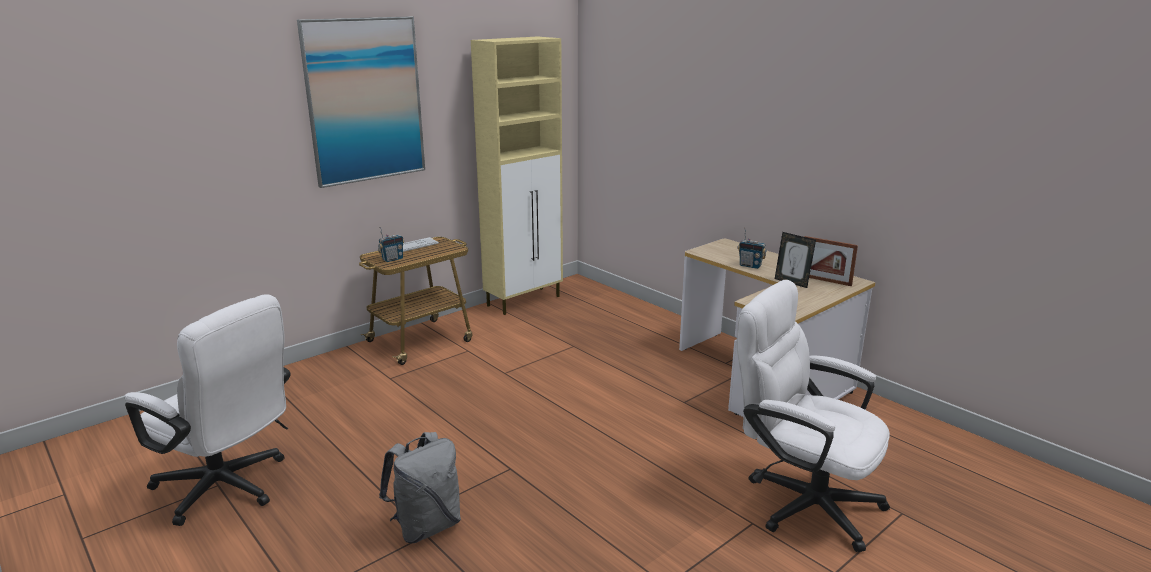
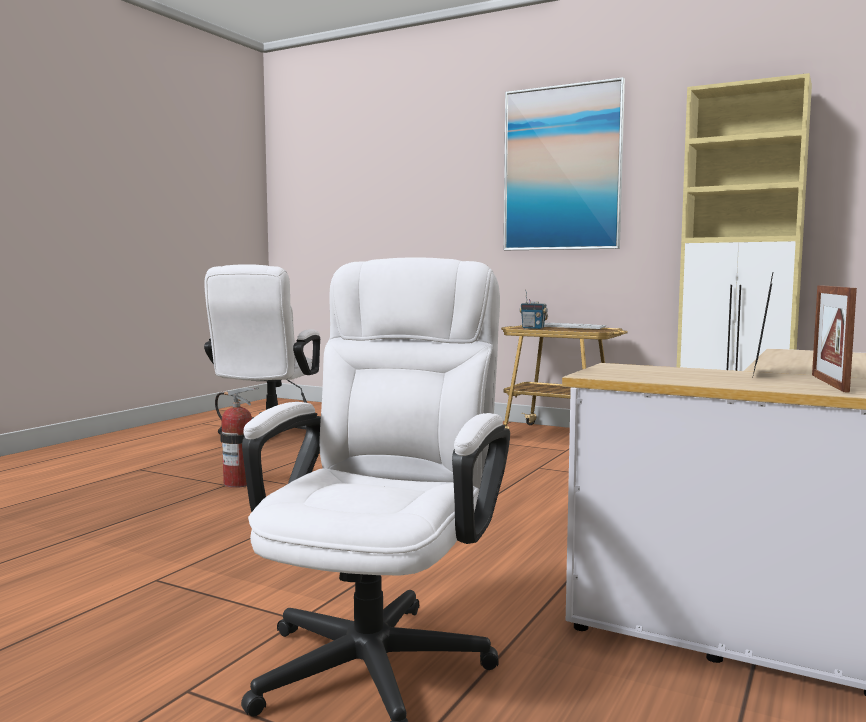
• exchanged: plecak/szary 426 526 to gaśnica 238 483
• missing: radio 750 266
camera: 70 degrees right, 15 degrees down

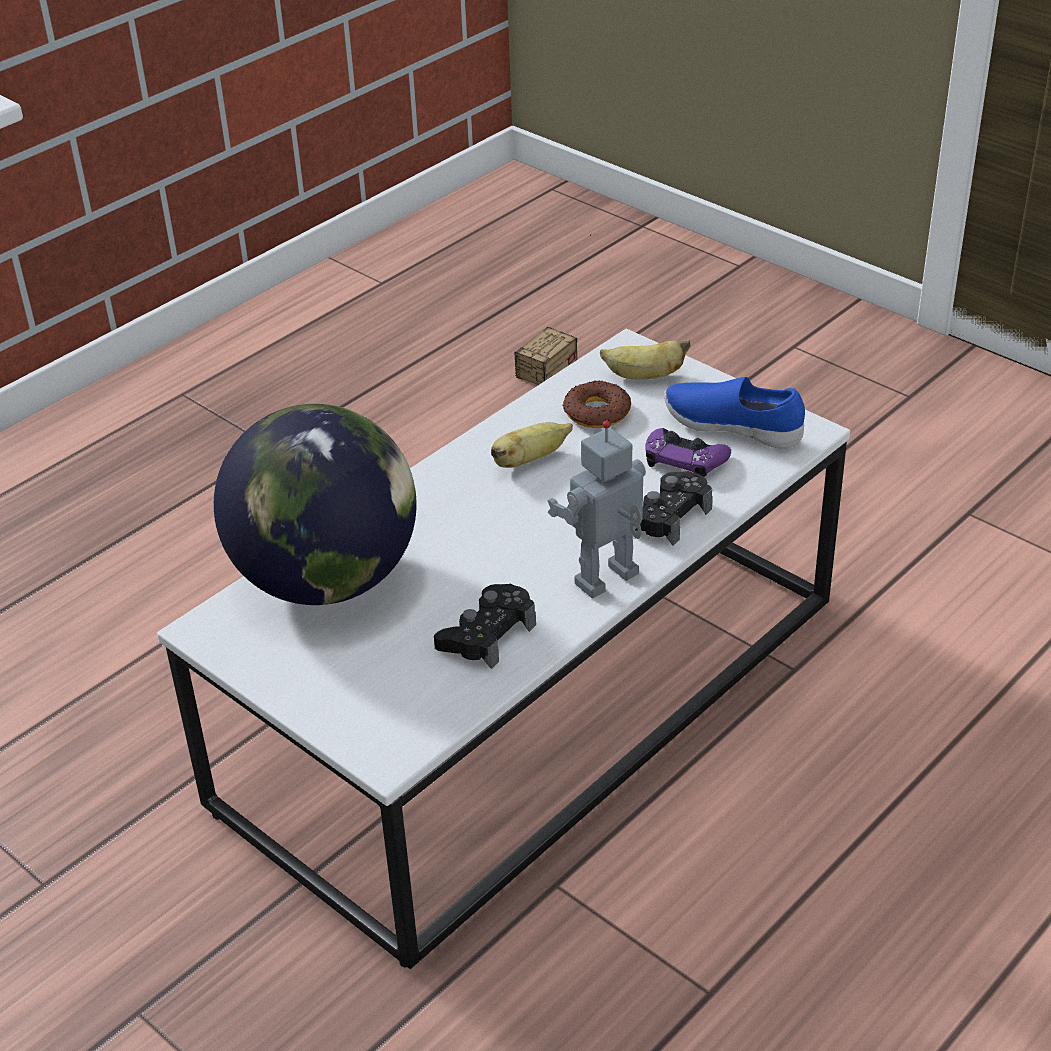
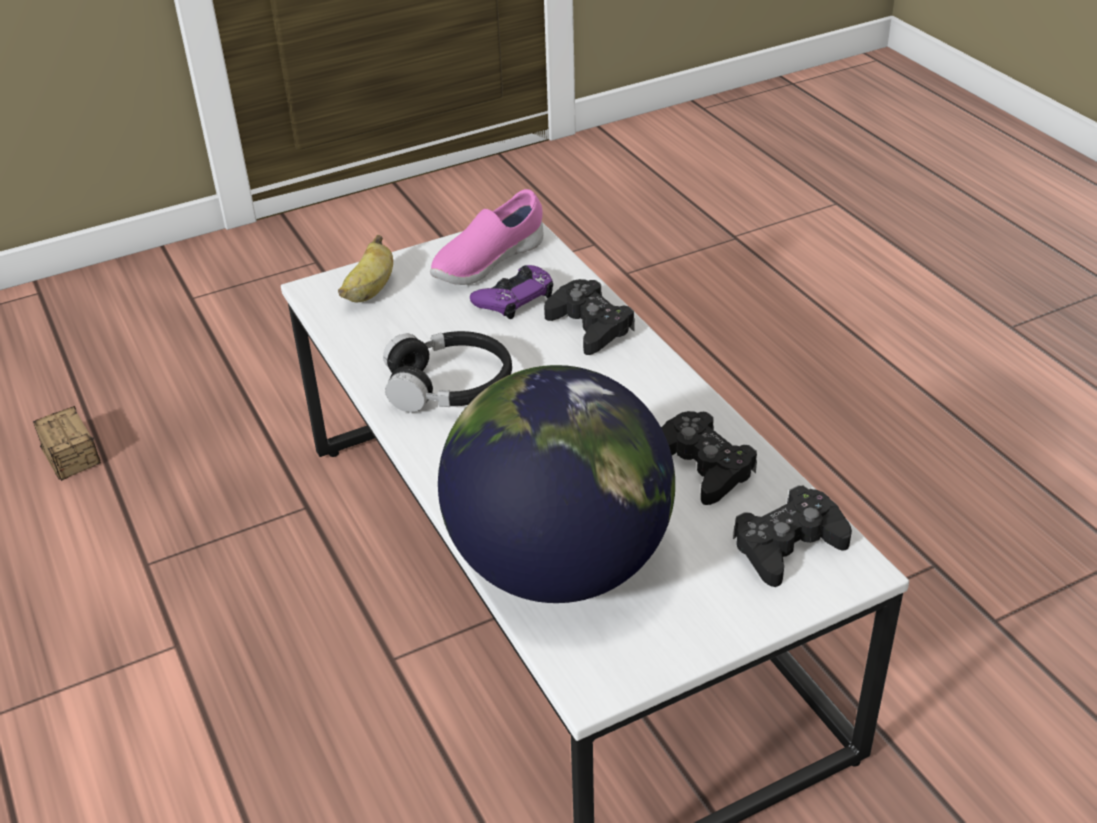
• exchanged: banan 529 460 to słuchawki/czarny 450 386
• colour: but/niebieski 733 428 to but/różowy 487 263
• appeared: pad do gier/czarny 788 545
• missing: robot zabawkowy 609 581
• missing: donut 596 412
camera: 70 degrees left, 0 degrees up

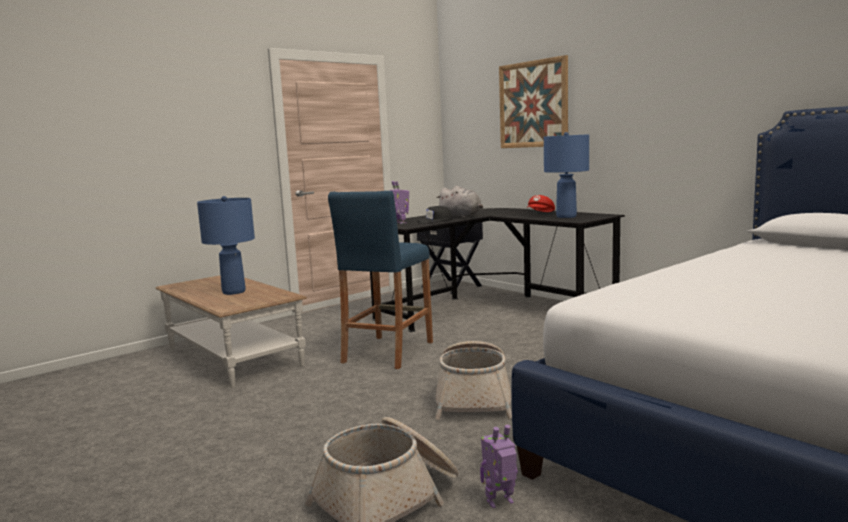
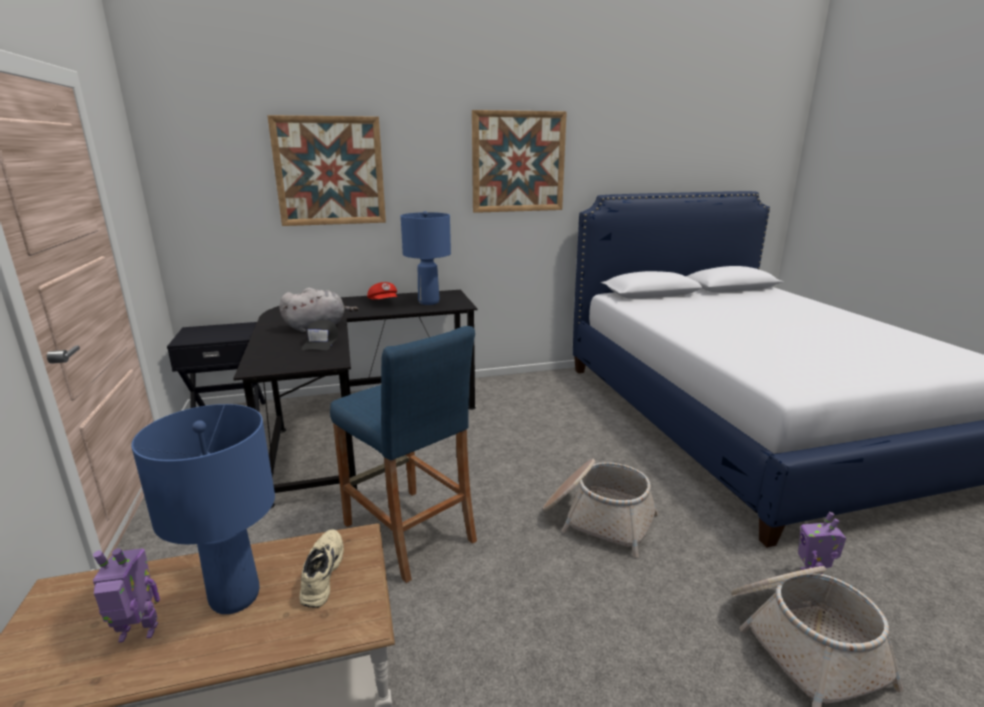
• relocated: robot zabawkowy 399 223 to 138 634
• appeared: but/beżowy 320 573
• appeared: obraz 518 162
camera: 65 degrees left, 10 degrees up

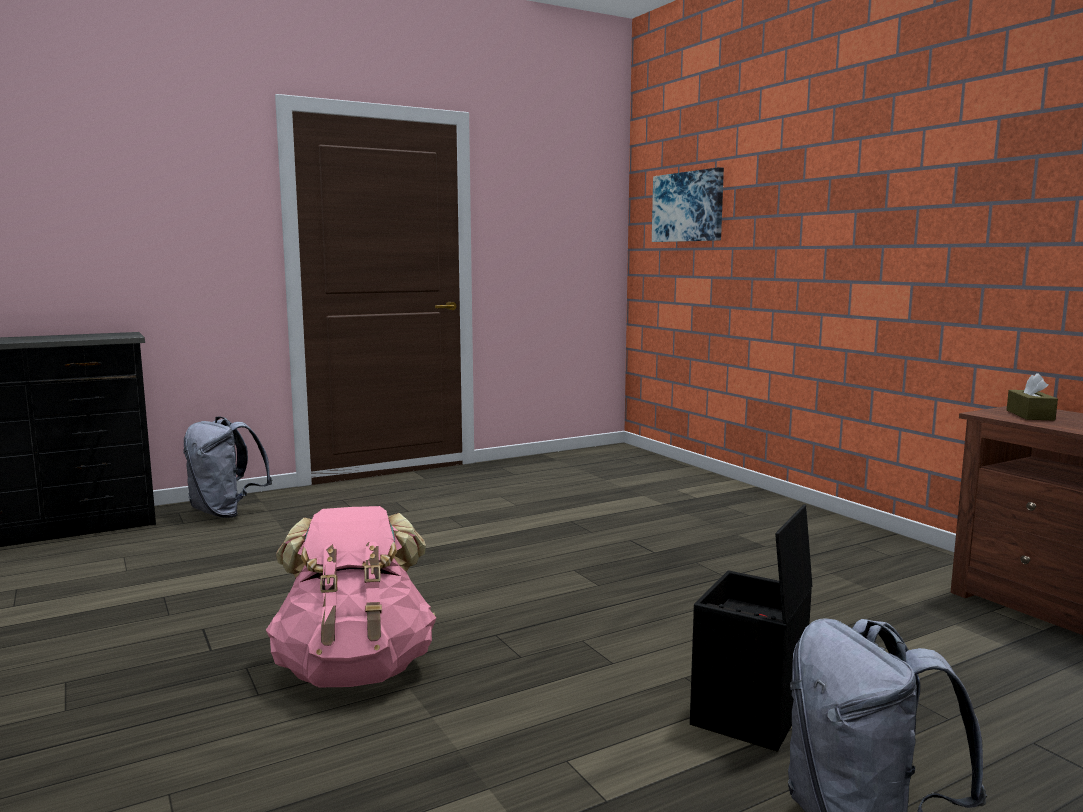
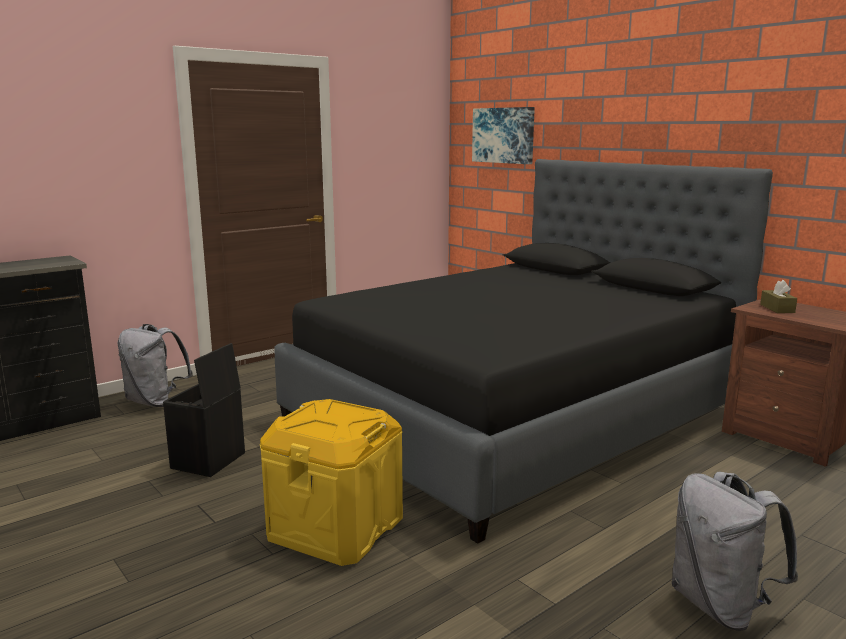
• relocated: pojemnik do przechowywania/czarny 749 715 to 208 461
• exchanged: plecak/różowy 355 670 to pojemnik do przechowywania/żółty 335 527
• appeared: łóżko/czarny 515 415
camera: 10 degrees left, 5 degrees up

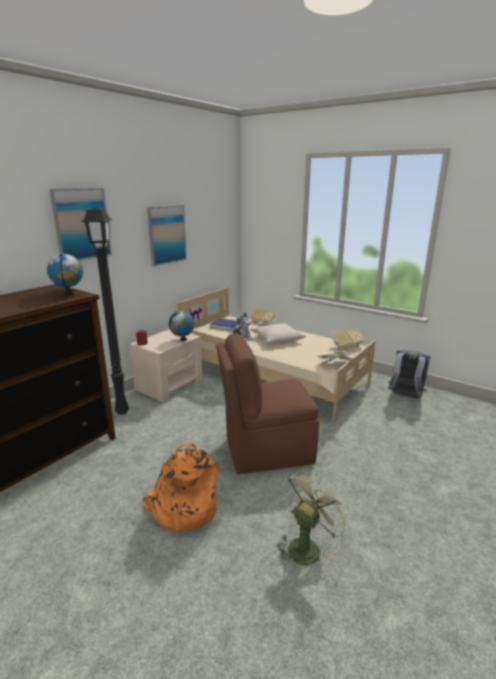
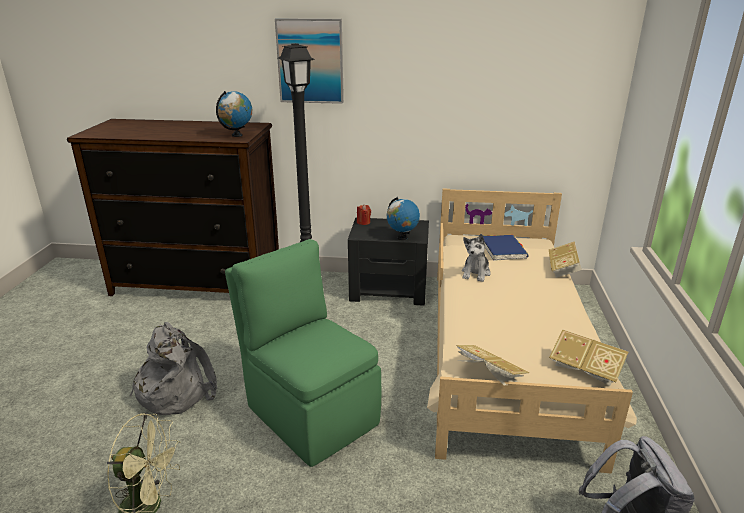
• colour: plecak/pomarańczowy 183 508 to plecak/szary 176 390
• colour: krzesło/brązowy 266 450 to krzesło/zielony 310 413
• colour: szafka nocna/beżowy 169 385 to szafka nocna/czarny 389 289
• missing: obraz 166 235
• missing: poduszka/beżowy 277 339
camera: 60 degrees right, 5 degrees up

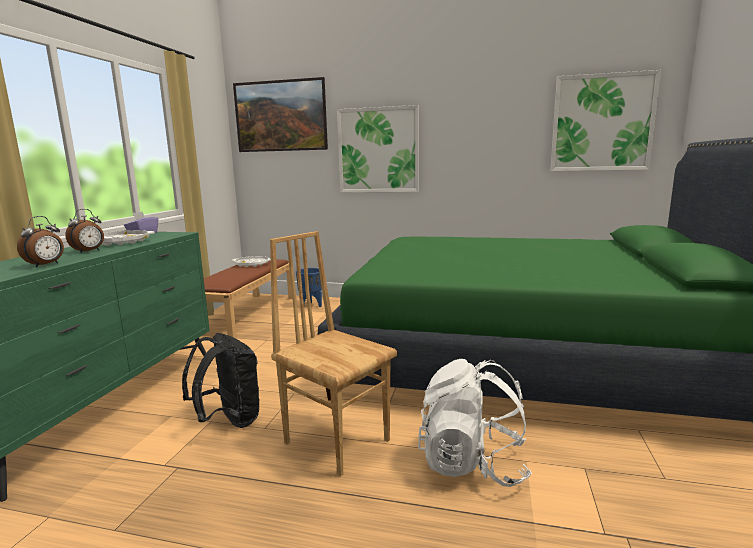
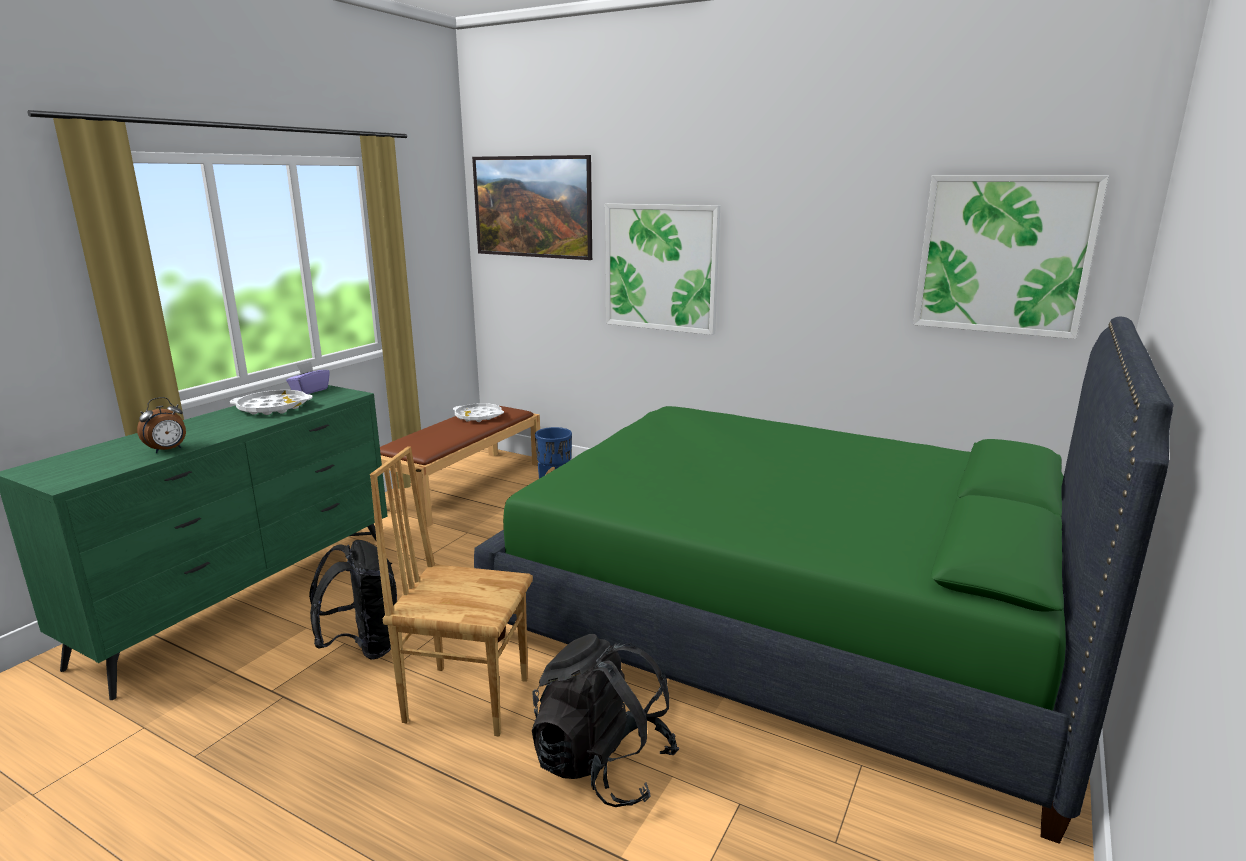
• spun: krzesło/brązowy 337 440 = 467 698 45 degrees counterclockwise
• colour: plecak/biały 472 464 to plecak/czarny 602 765
• missing: budzik 89 251
camera: 15 degrees right, 5 degrees up

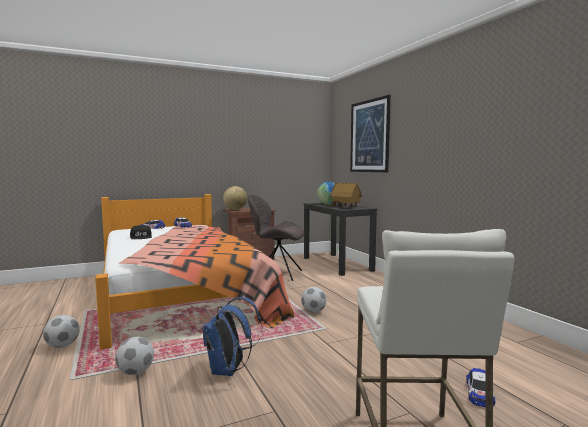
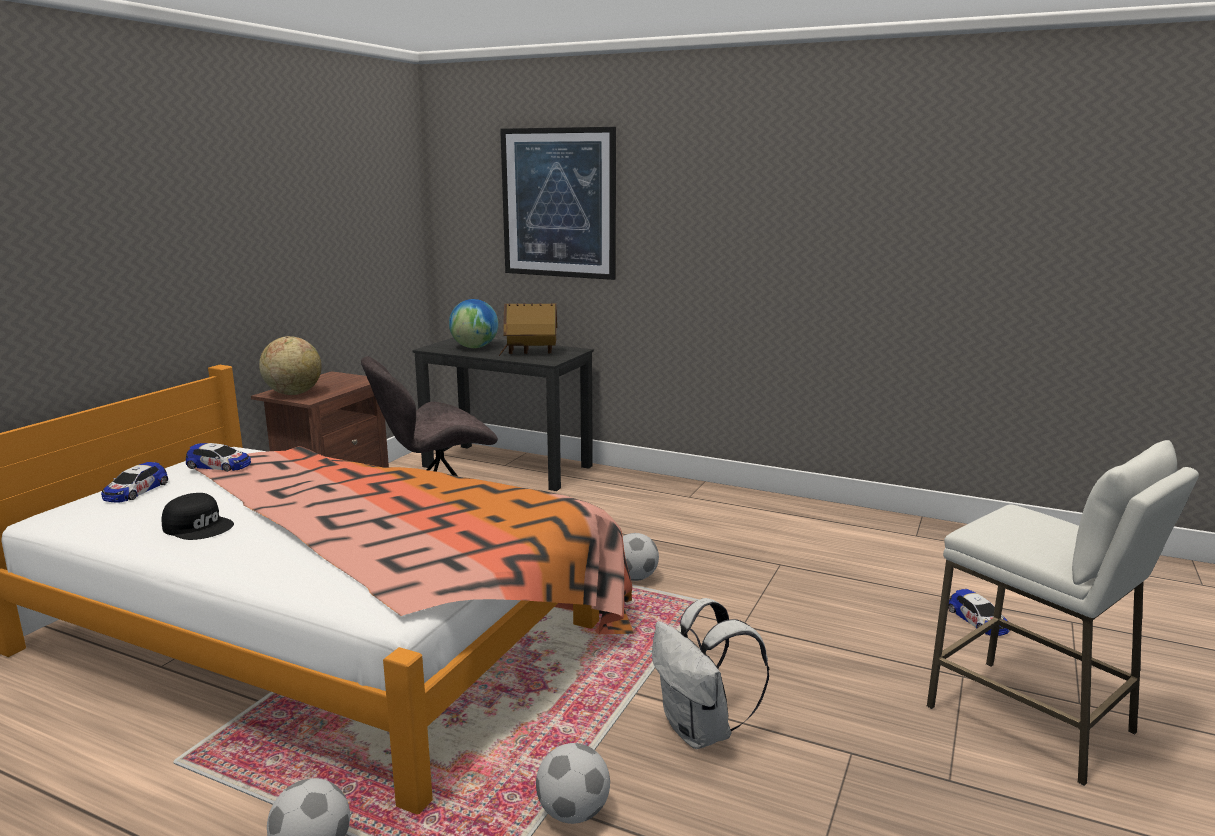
• colour: plecak/niebieski 229 370 to plecak/biały 701 731
camera: 40 degrees left, 10 degrees up

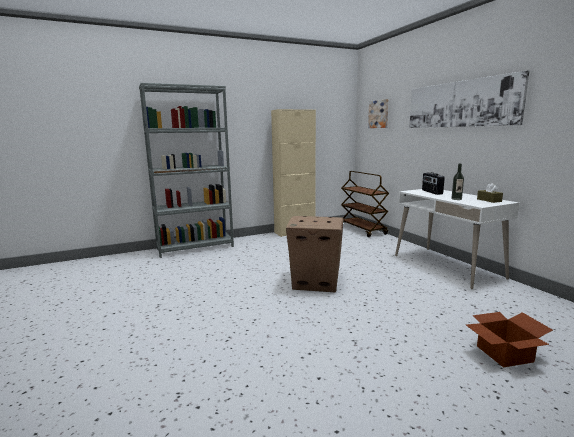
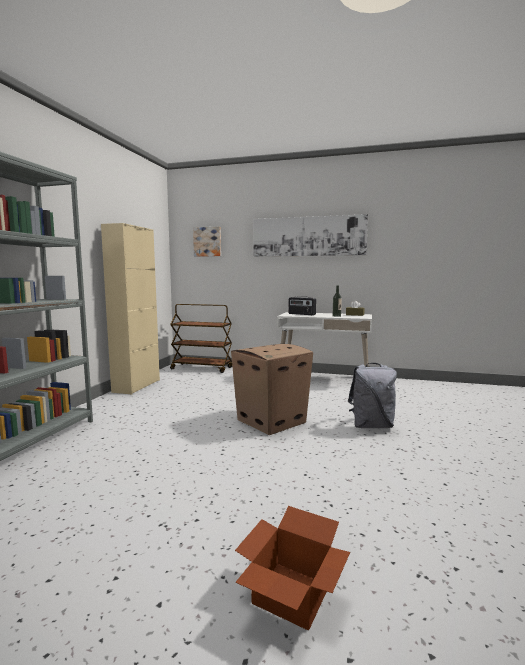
• relocated: karton 502 353 to 289 595
• appeared: plecak/szary 371 426
camera: 50 degrees left, 5 degrees down

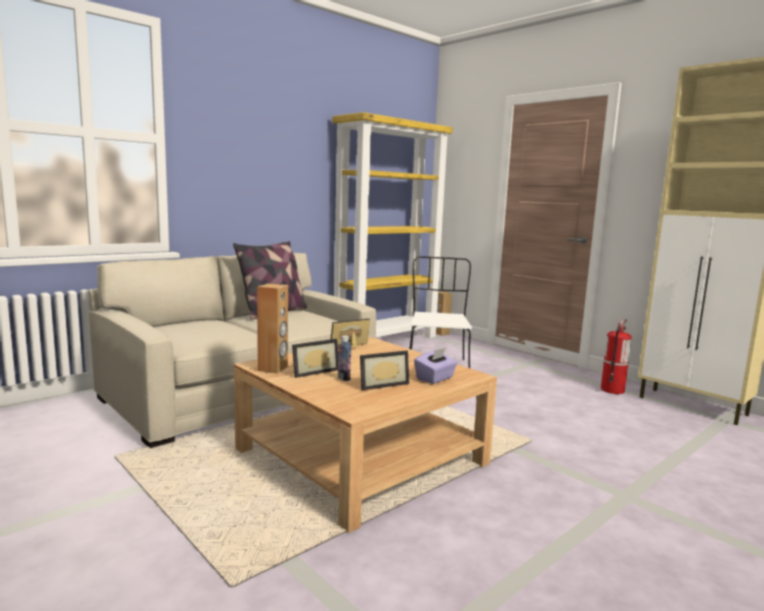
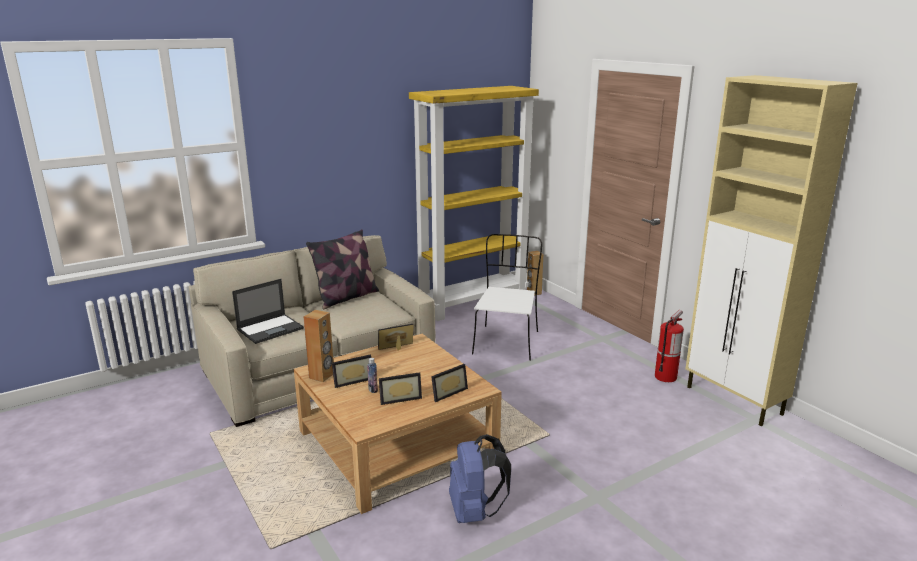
• appeared: laptop 271 329
• exchanged: pudełko chusteczek/fioletowy 435 378 to ramka na zdjęcie 447 392
• appeared: plecak/niebieski 475 512
camera: 10 degrees right, 10 degrees up

